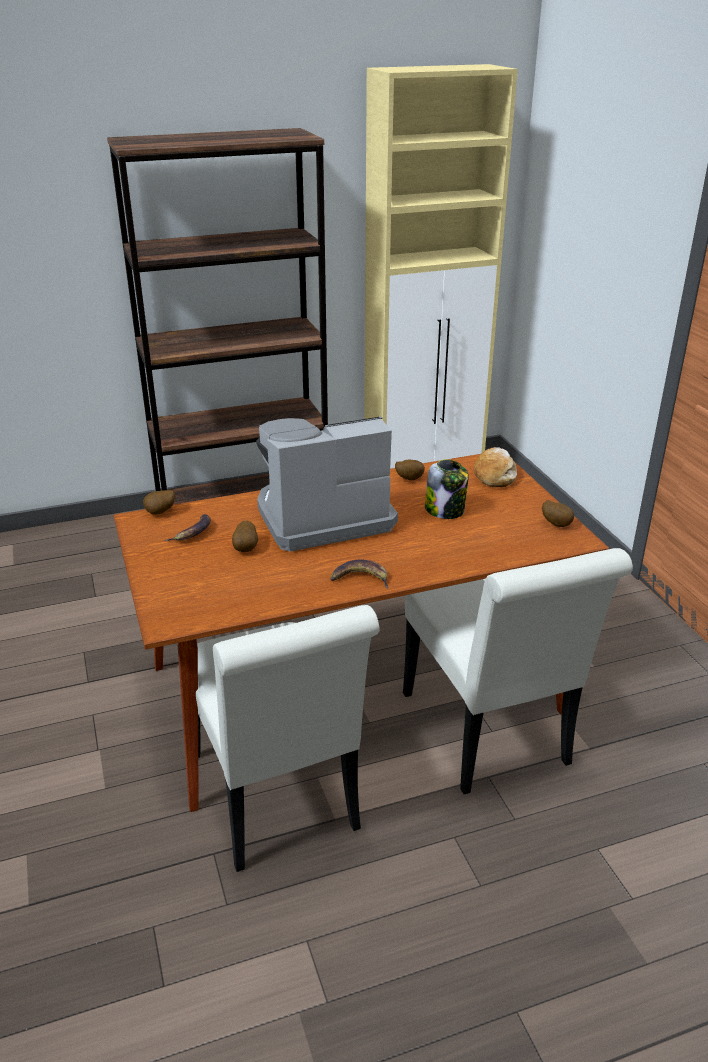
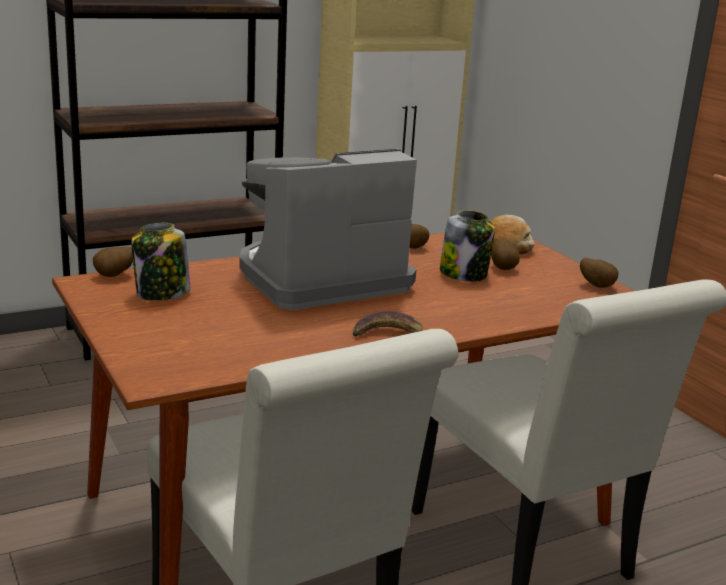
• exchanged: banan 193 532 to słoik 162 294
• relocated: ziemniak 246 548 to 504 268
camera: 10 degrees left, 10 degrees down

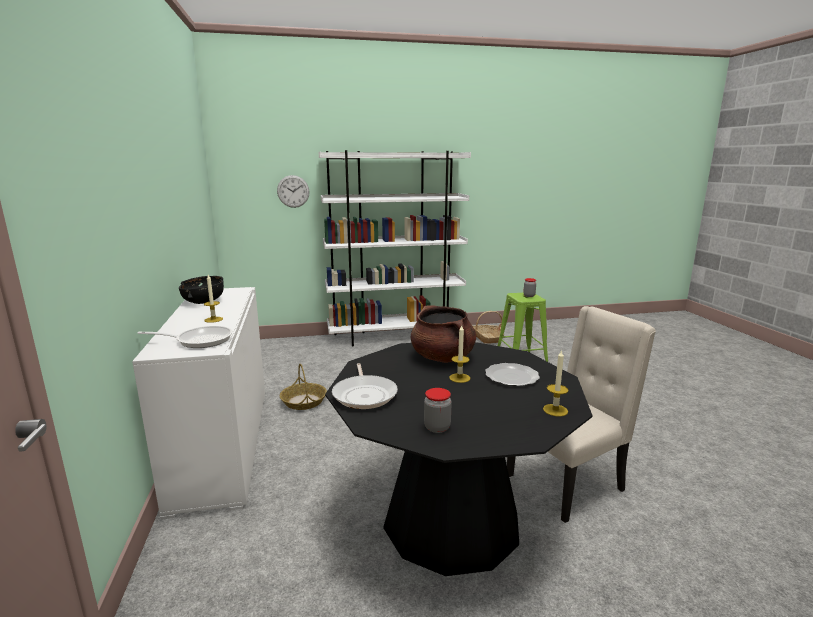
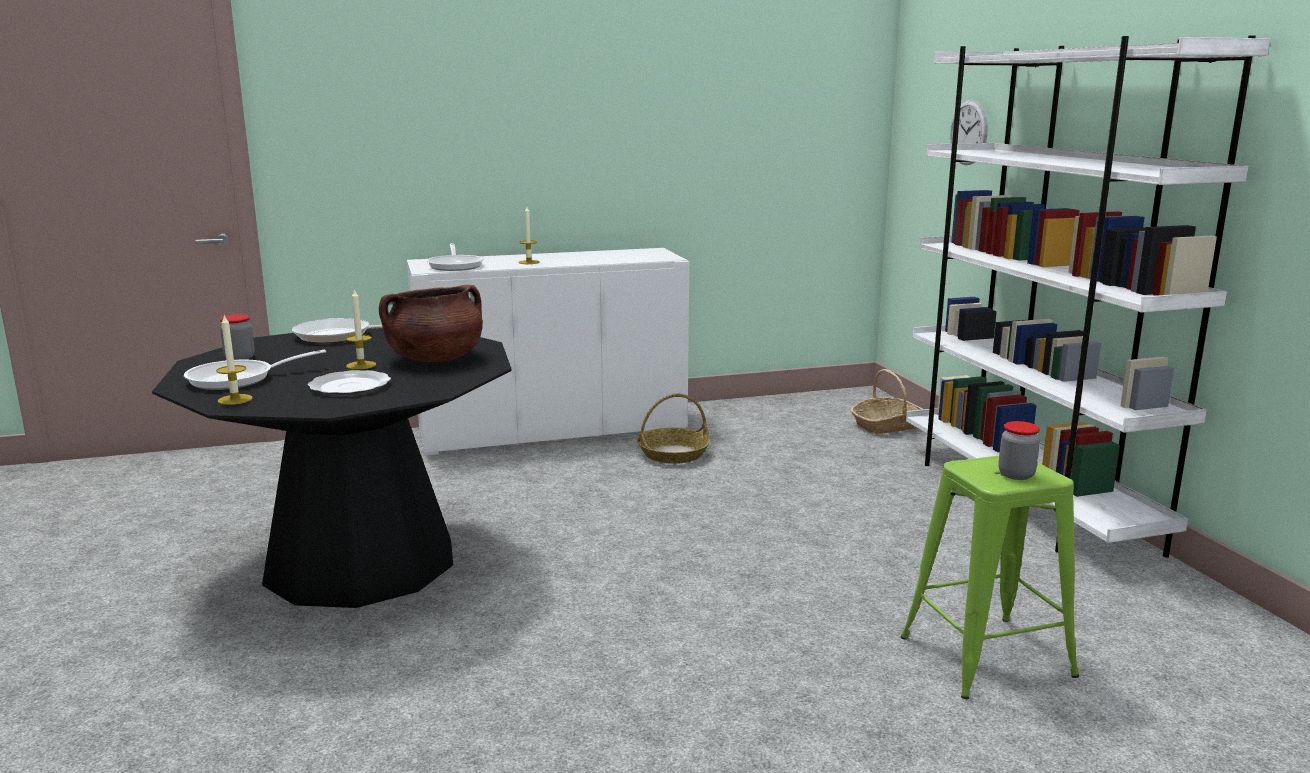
• appeared: patelnia 239 379
• relocated: koszyk 487 338 to 887 426
• missing: miska/czarny 204 301
• missing: krzesło/beżowy 567 483
camera: 85 degrees right, 0 degrees up

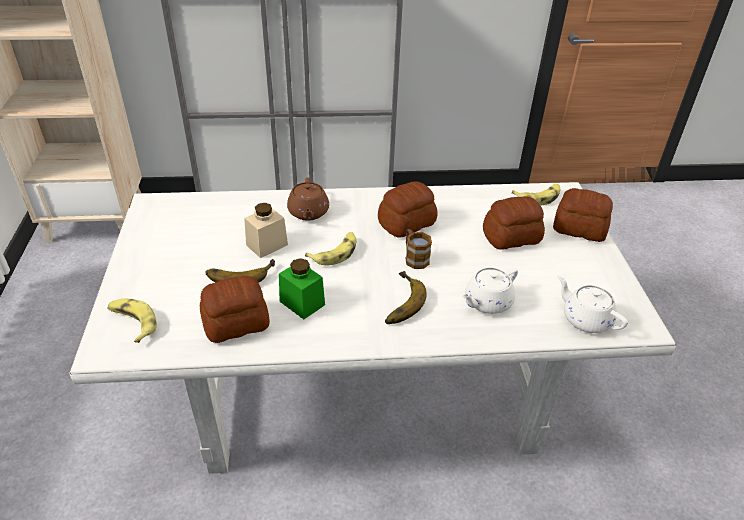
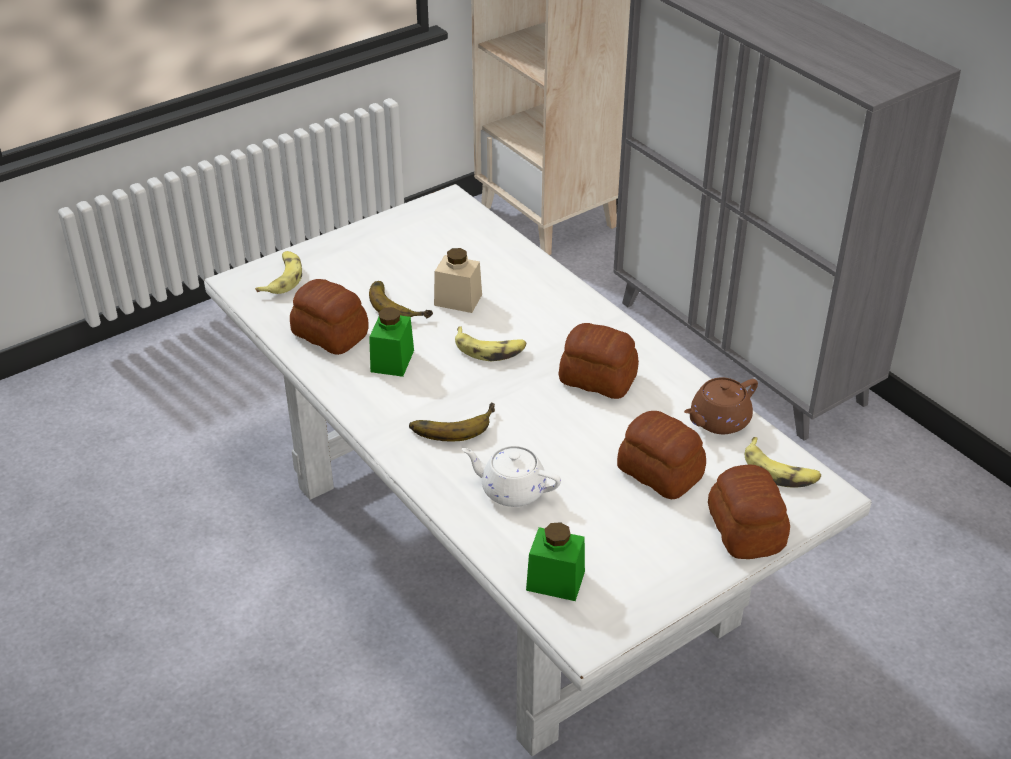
• exchanged: imbryk/biały 585 319 to słoik/zielony 555 581
• relocated: imbryk/brązowy 308 213 to 718 421
• missing: kubek 414 257
camera: 60 degrees right, 0 degrees up

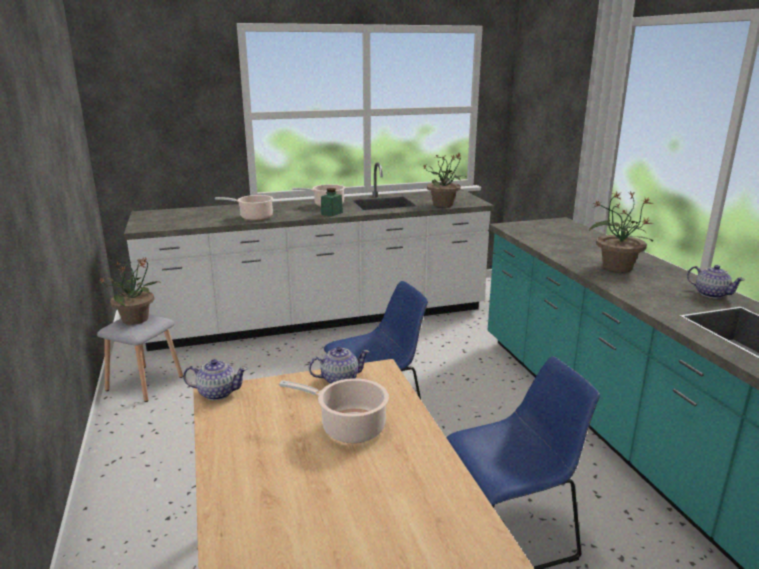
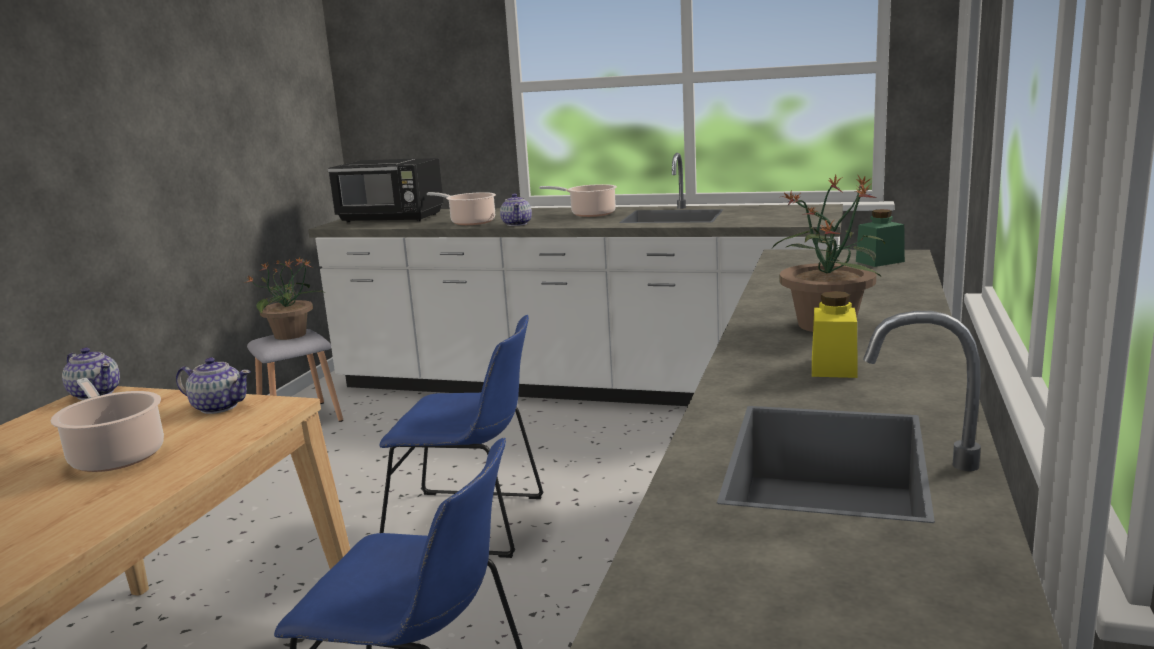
• appeared: mikrofalówka/czarny 391 218
• relocated: imbryk 711 294 to 517 224
• appeared: słoik/żółty 833 368
• relocated: słoik/zielony 331 213 to 879 261
• missing: roślina doniczkowa 443 204
camera: 35 degrees right, 5 degrees down

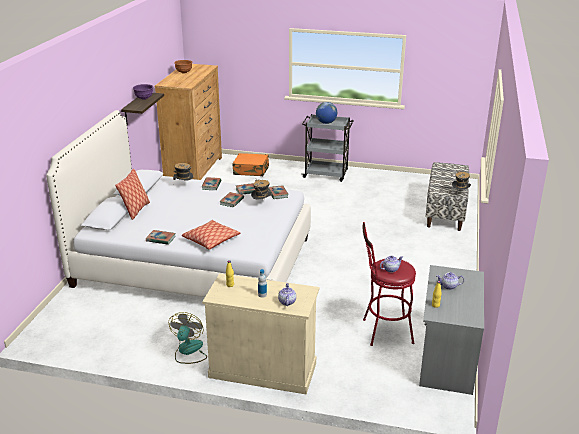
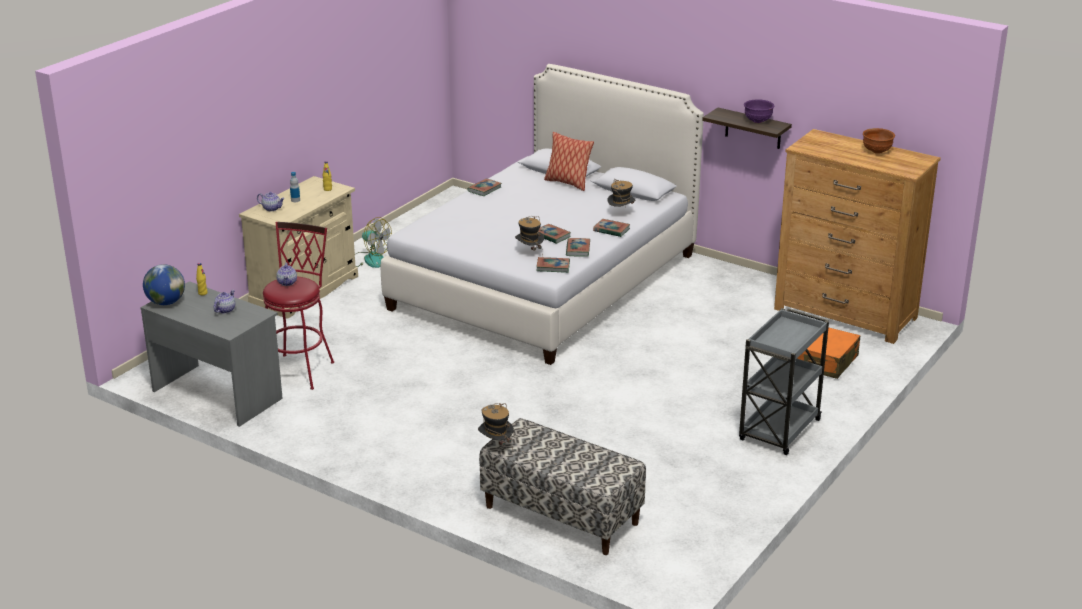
• relocated: globus 326 123 to 166 302
• missing: poduszka 211 240
camera: 110 degrees right, 0 degrees up

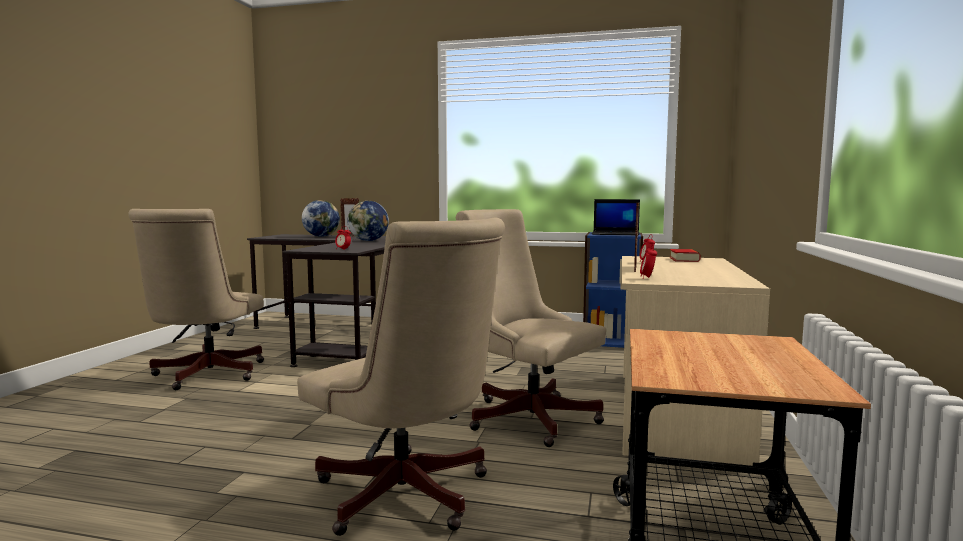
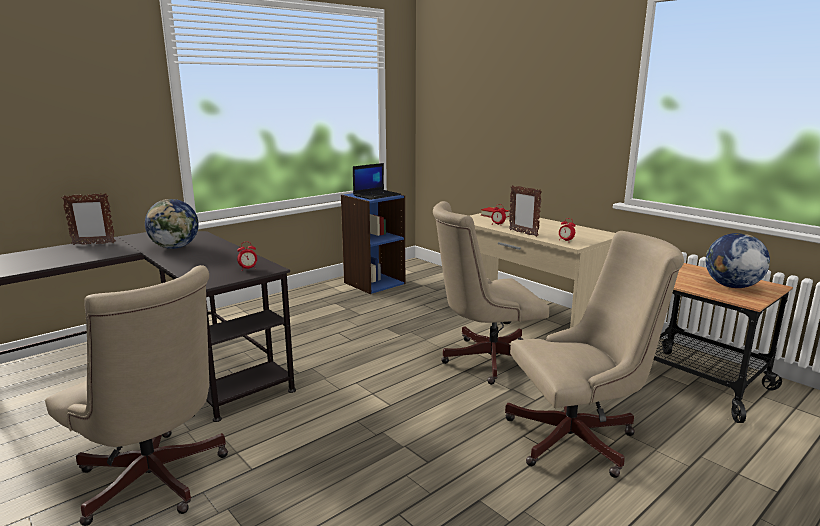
• relocated: globus 321 236 to 731 286
camera: 55 degrees left, 10 degrees up

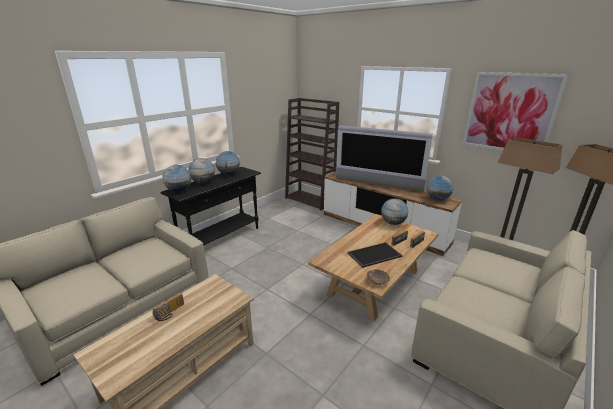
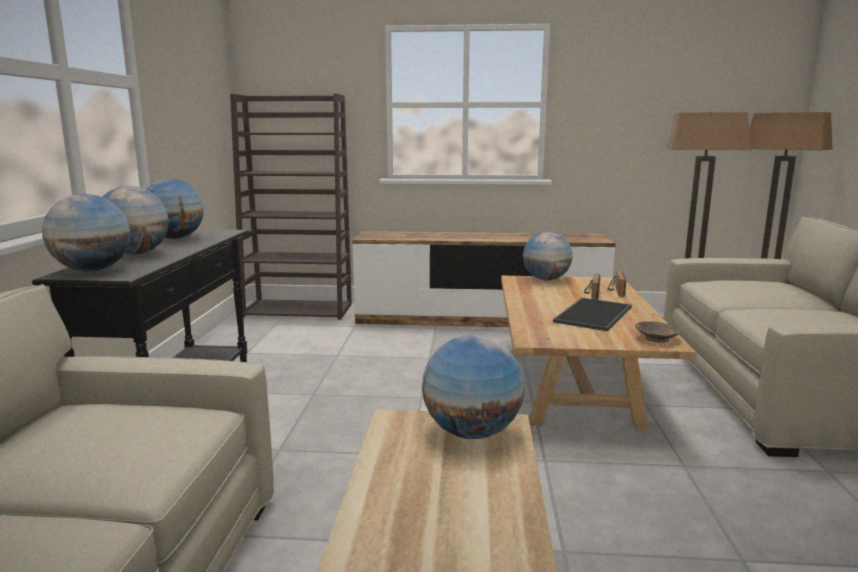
• relocated: globus 437 199 to 471 432
• missing: radio 170 313
• missing: telewizor 377 184
• missing: obraz 509 113
camera: 35 degrees left, 10 degrees down

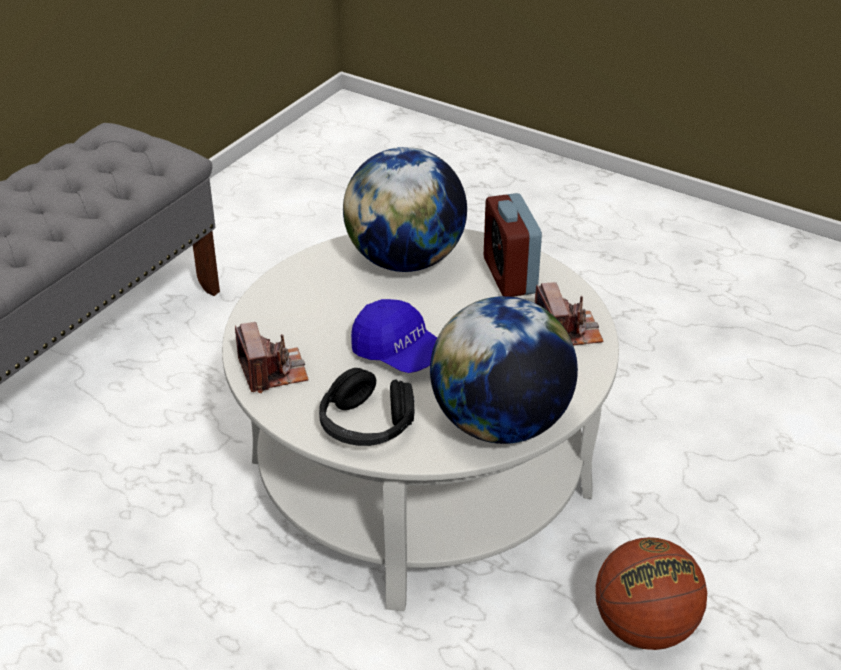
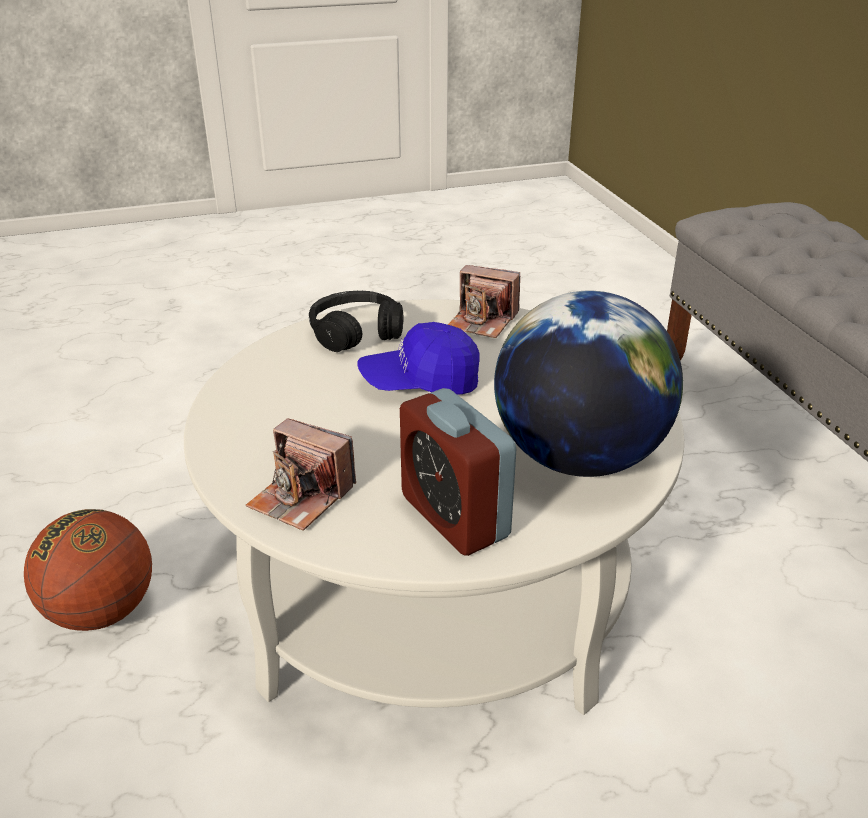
• spun: budzik 509 276 = 454 516 150 degrees counterclockwise
• missing: globus 500 424
camera: 130 degrees right, 5 degrees down

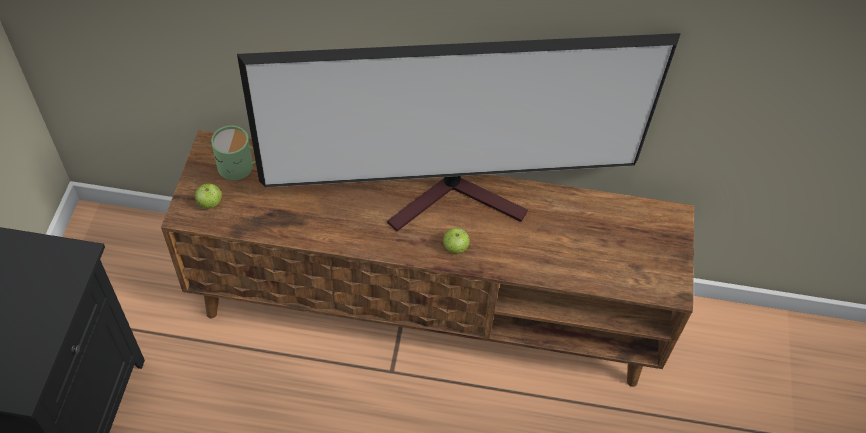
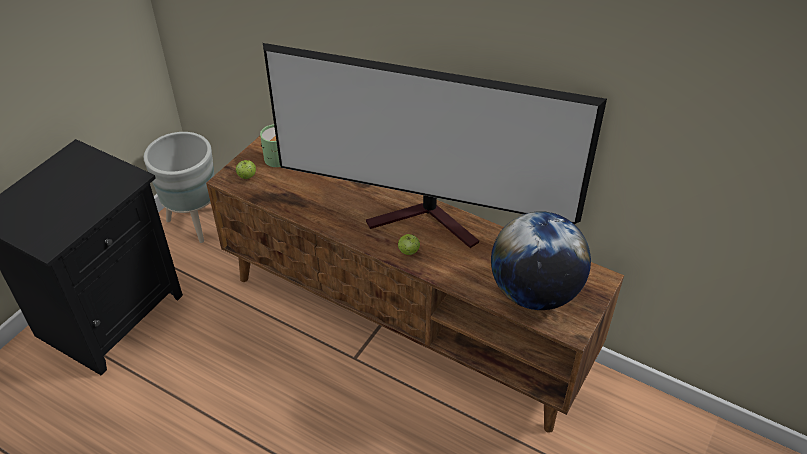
• appeared: donica/szary 194 224
• appeared: globus 534 292
camera: 25 degrees right, 10 degrees down

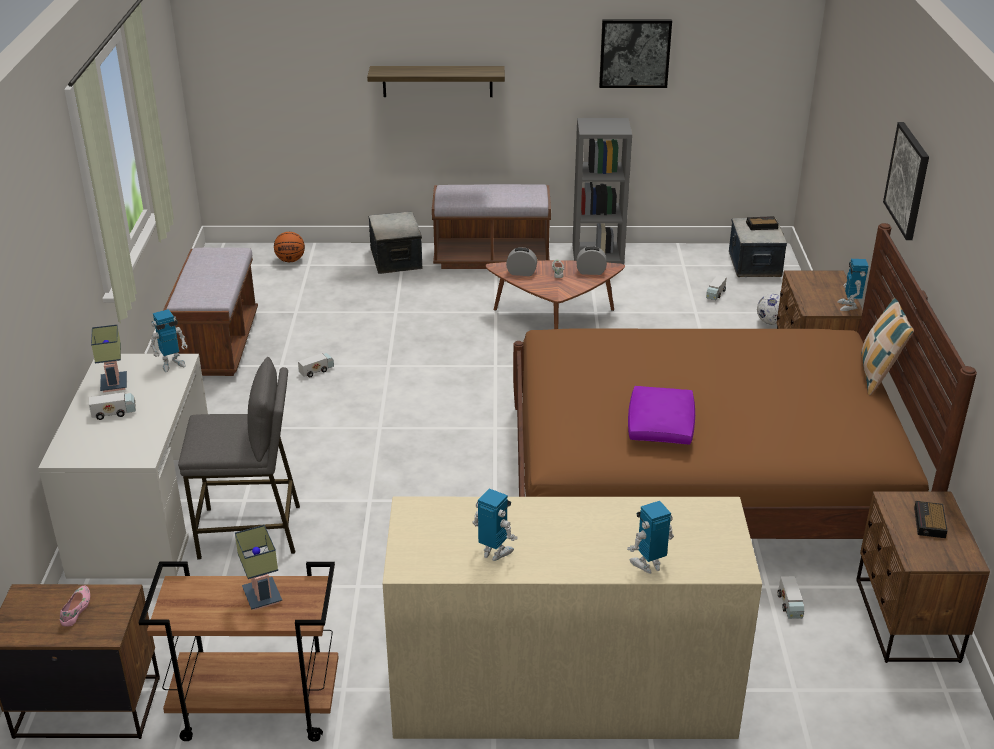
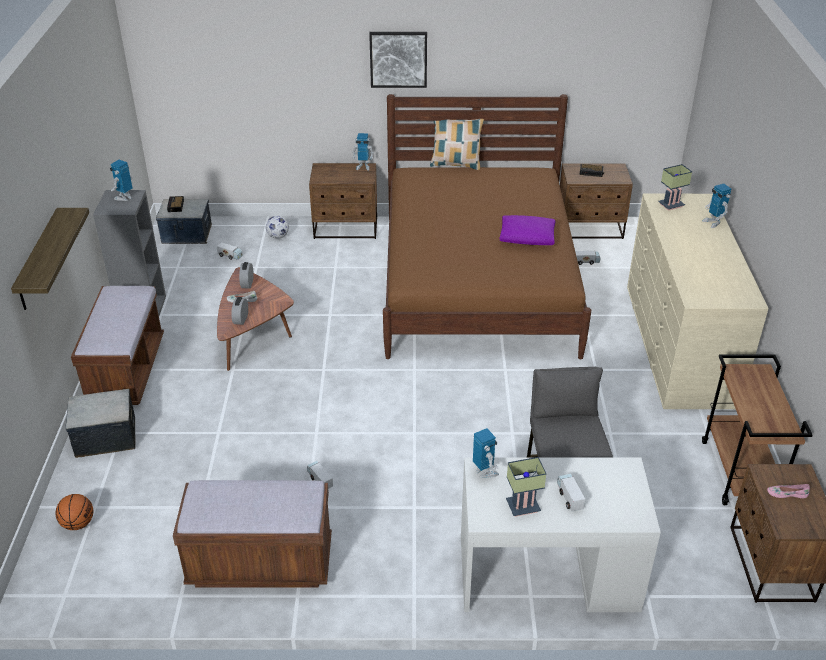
• relocated: robot zabawkowy 494 552 to 124 198
• relocated: lampa stołowa 264 597 to 671 204
• missing: obraz 634 53
camera: 90 degrees left, 5 degrees up

